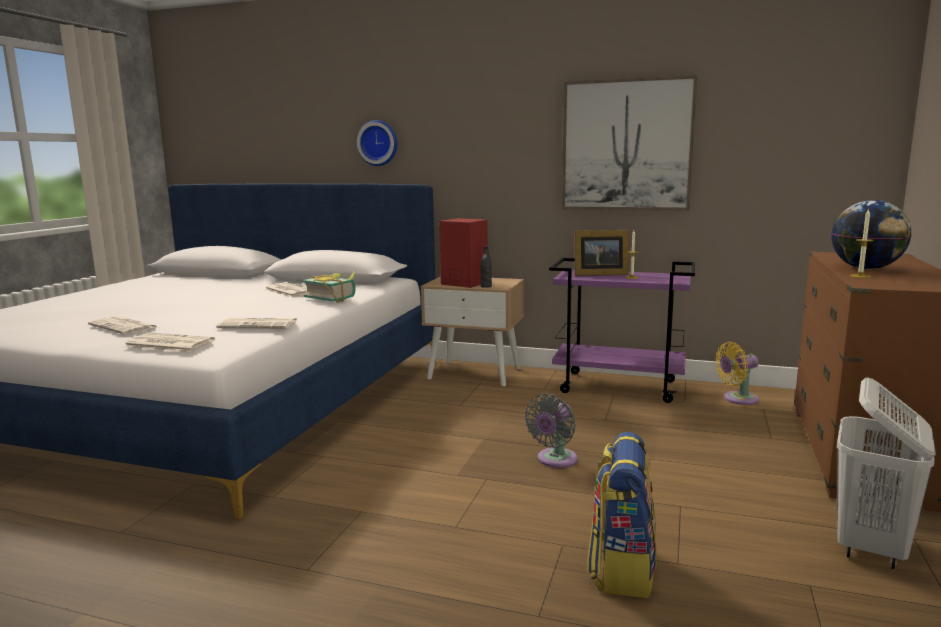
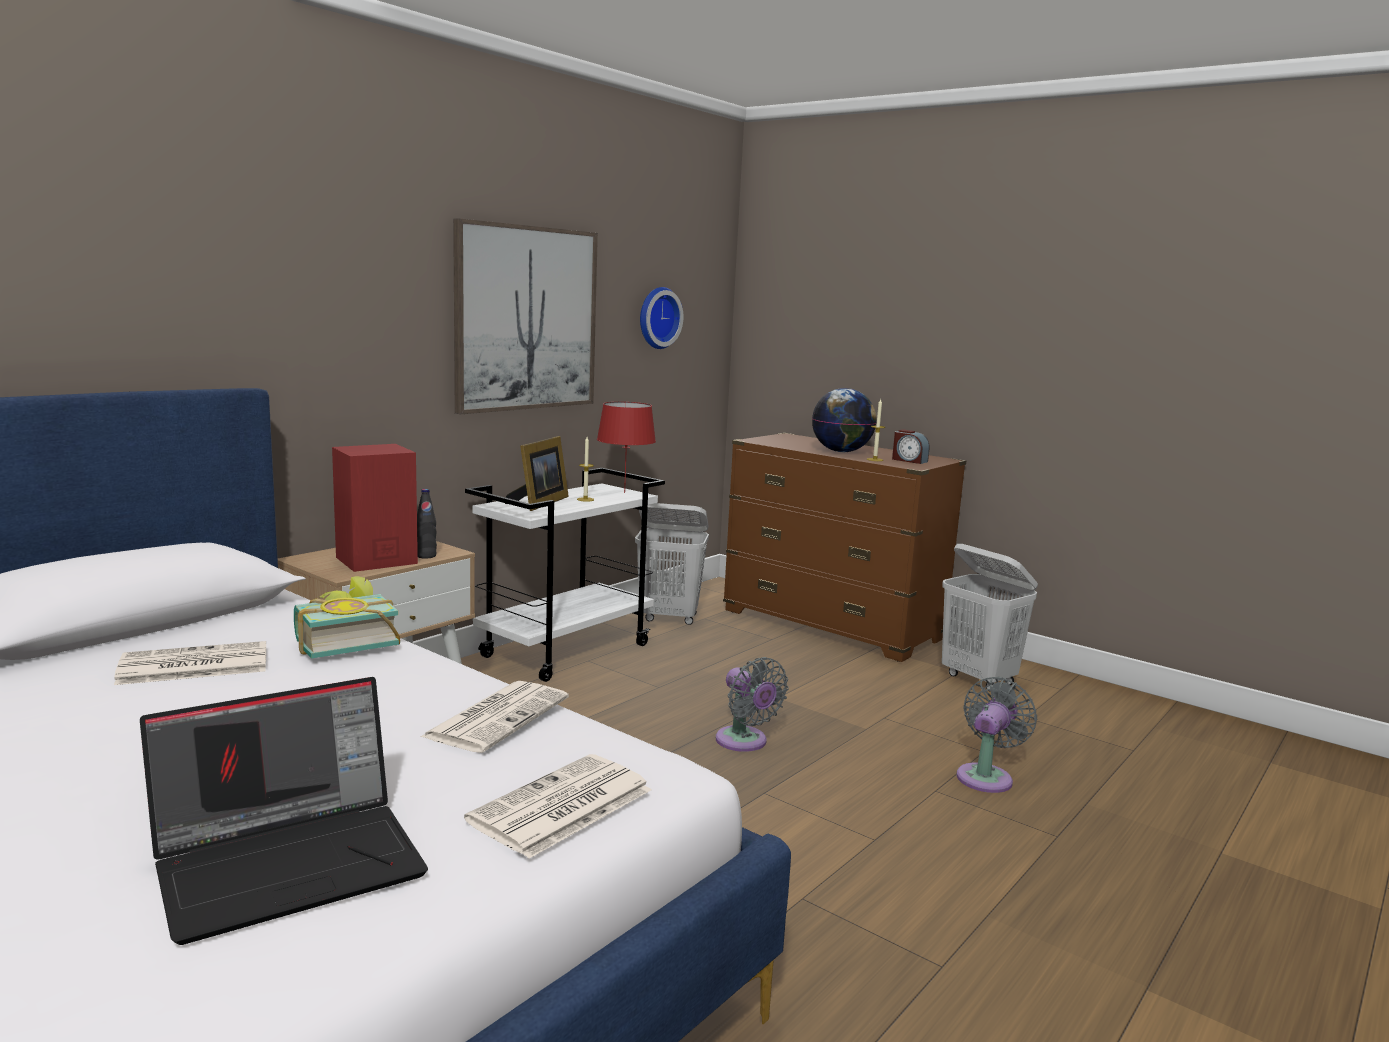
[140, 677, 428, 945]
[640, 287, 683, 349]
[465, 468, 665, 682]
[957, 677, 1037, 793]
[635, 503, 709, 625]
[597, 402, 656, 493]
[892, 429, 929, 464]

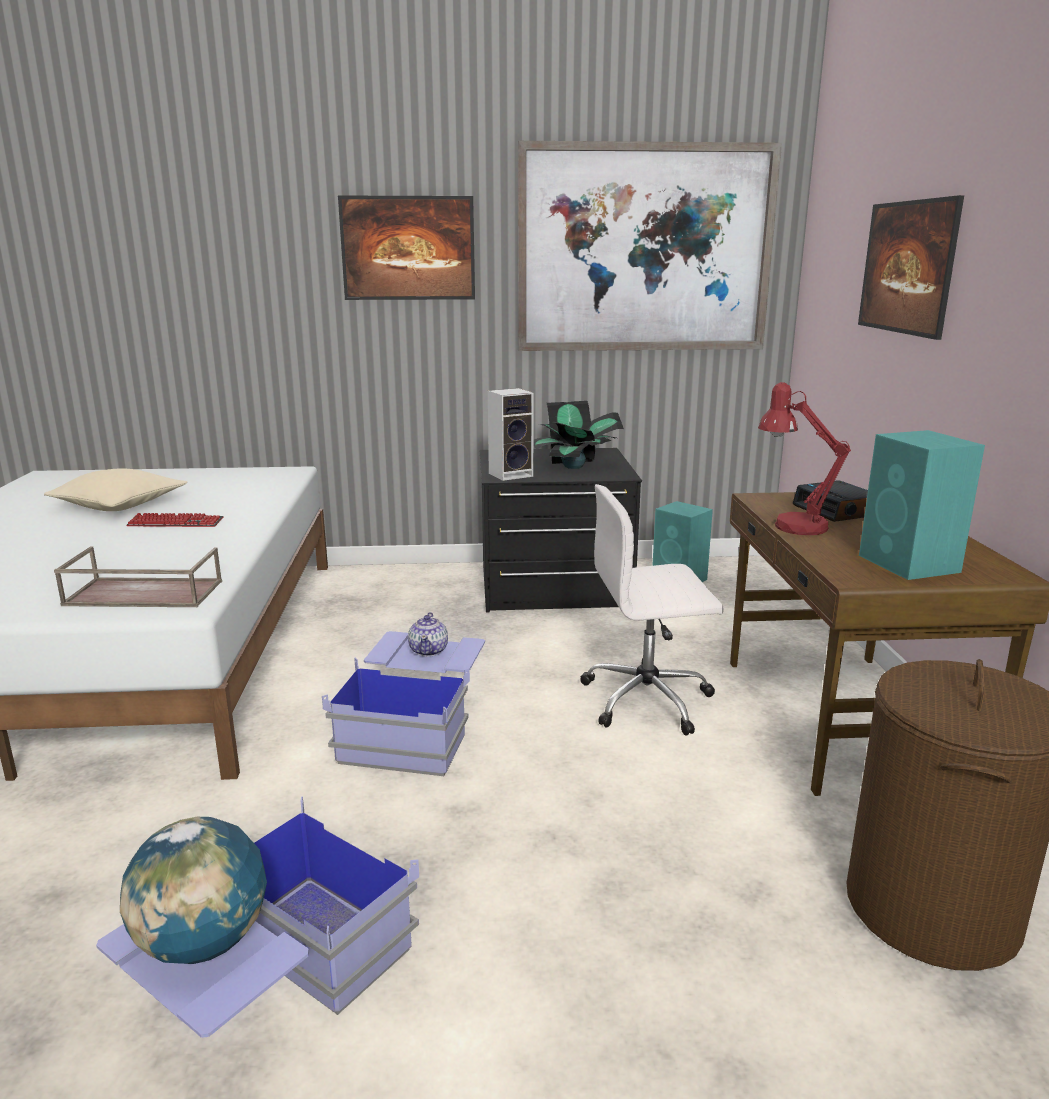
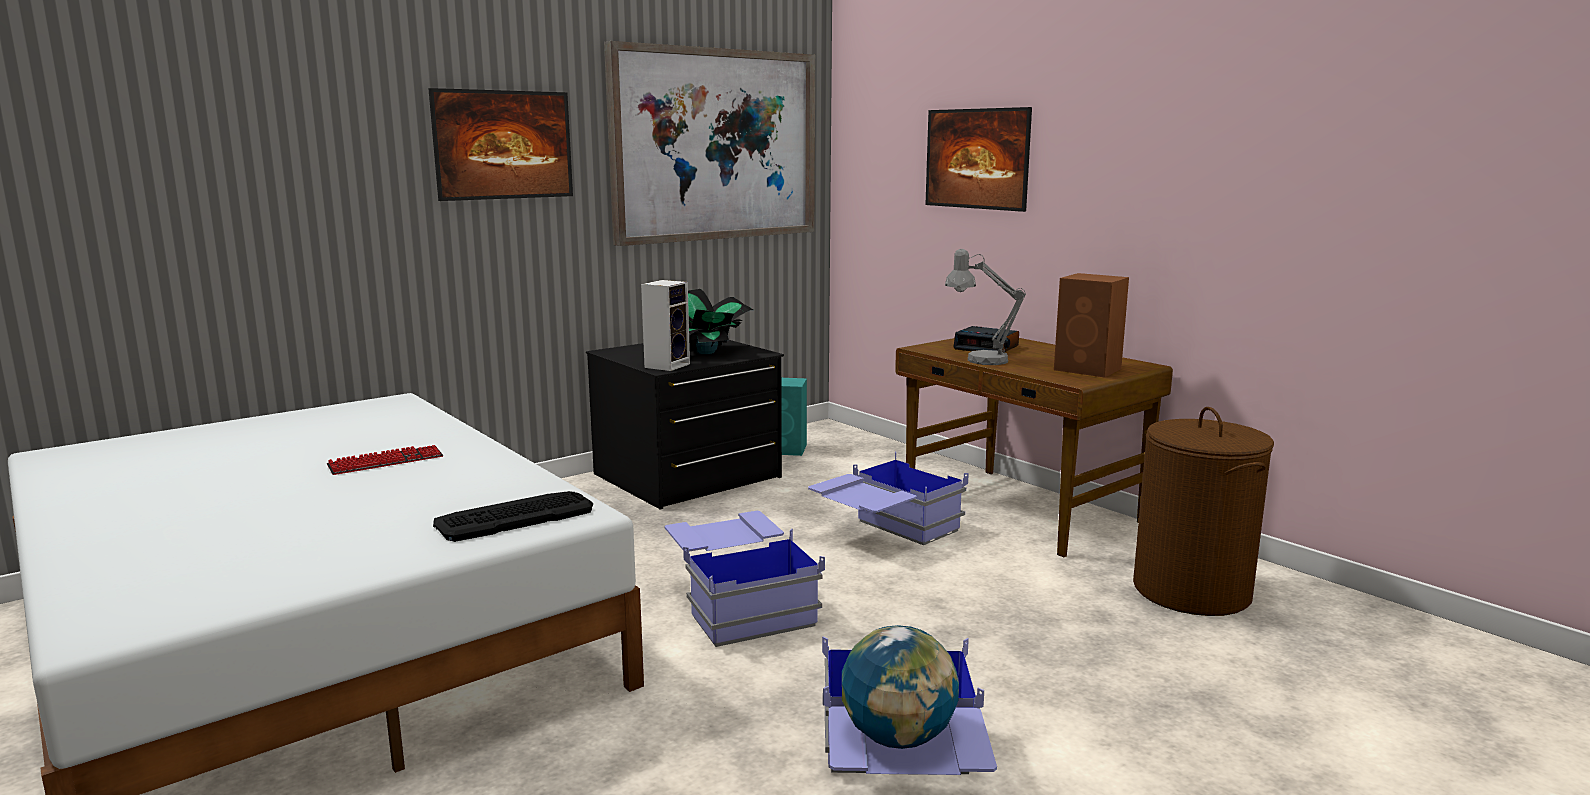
[44, 468, 187, 511] (first image)
[433, 491, 593, 542]
[408, 612, 448, 657] (first image)
[808, 451, 969, 545]
[945, 249, 1026, 365]
[1054, 273, 1129, 378]

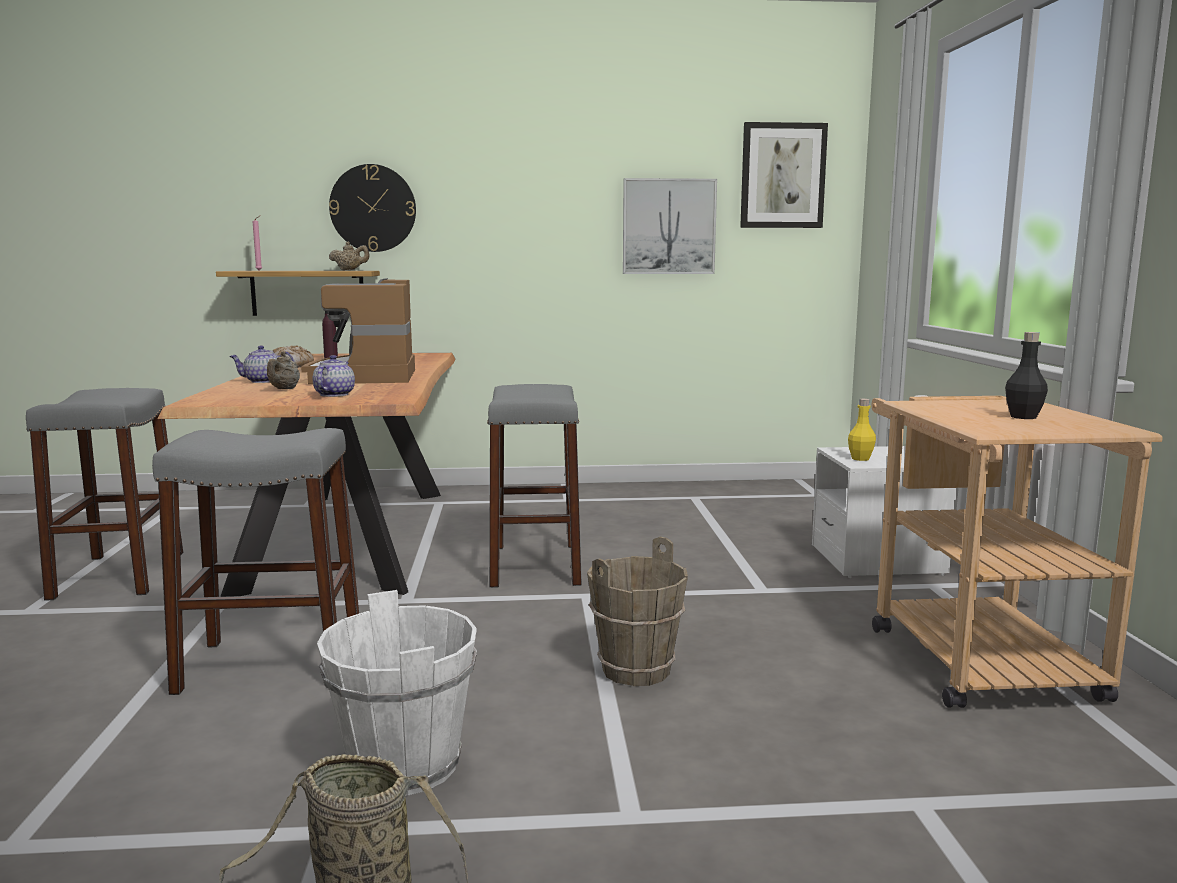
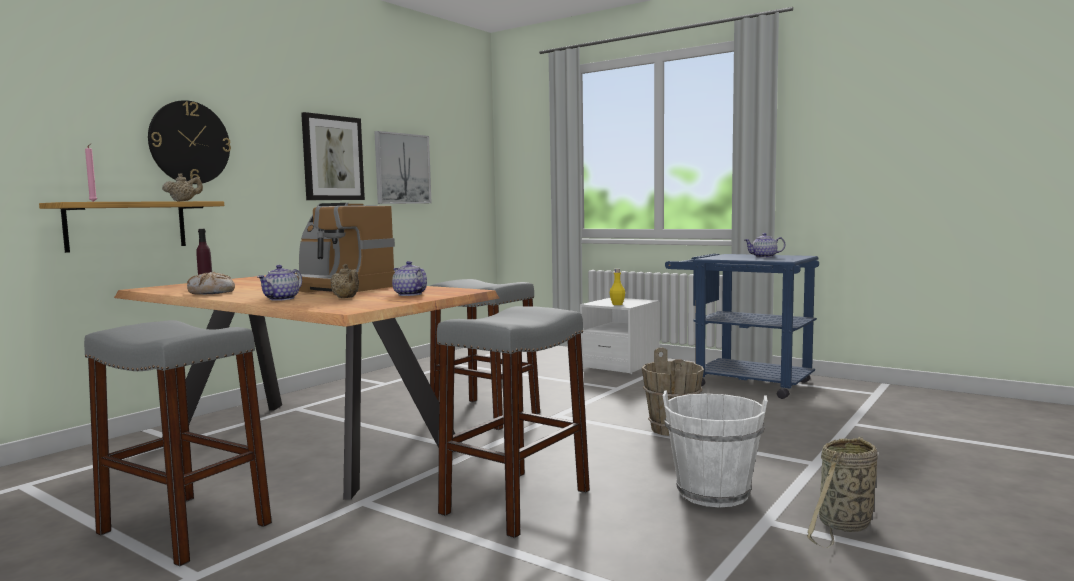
[301, 112, 365, 200]
[665, 254, 819, 399]
[745, 233, 785, 258]

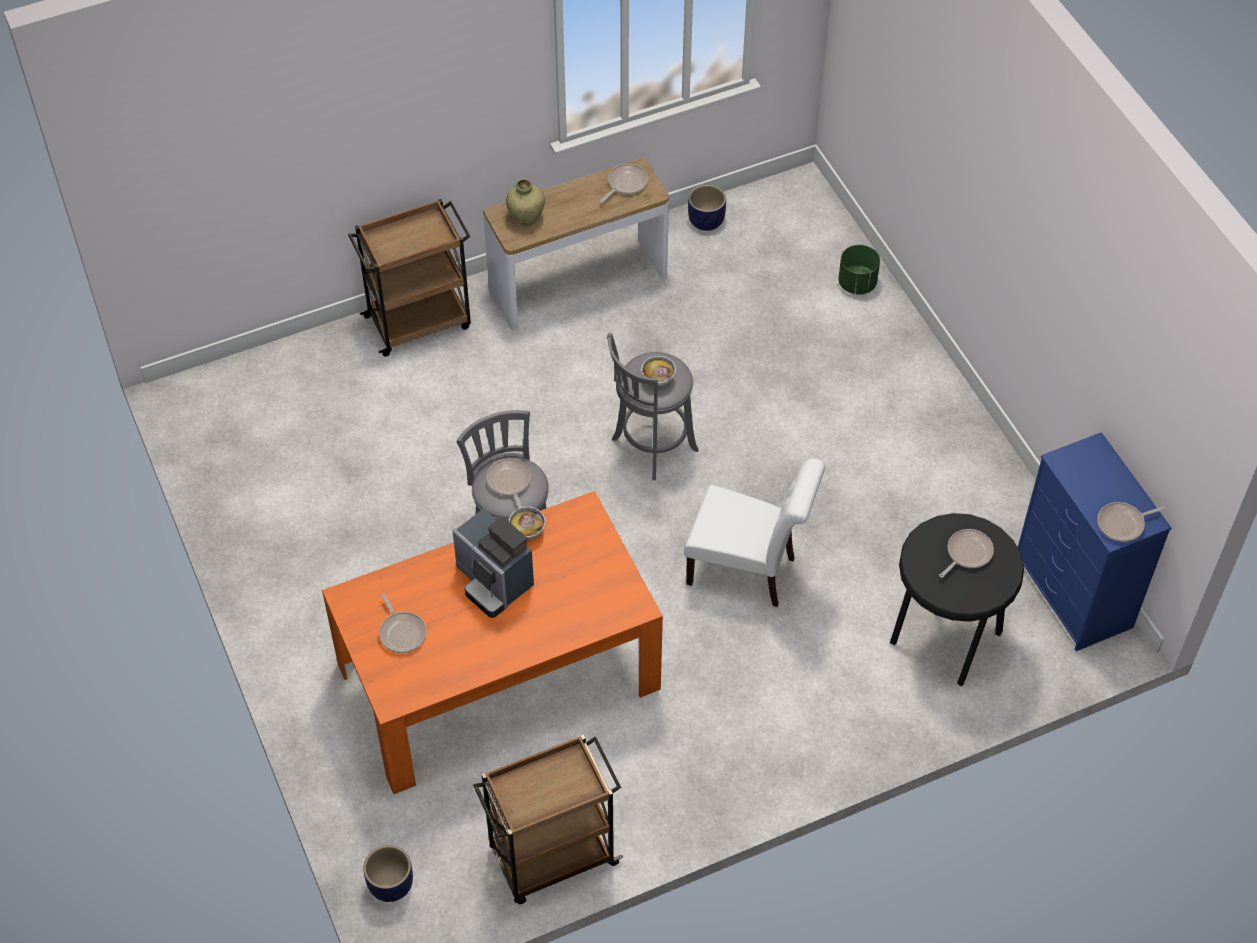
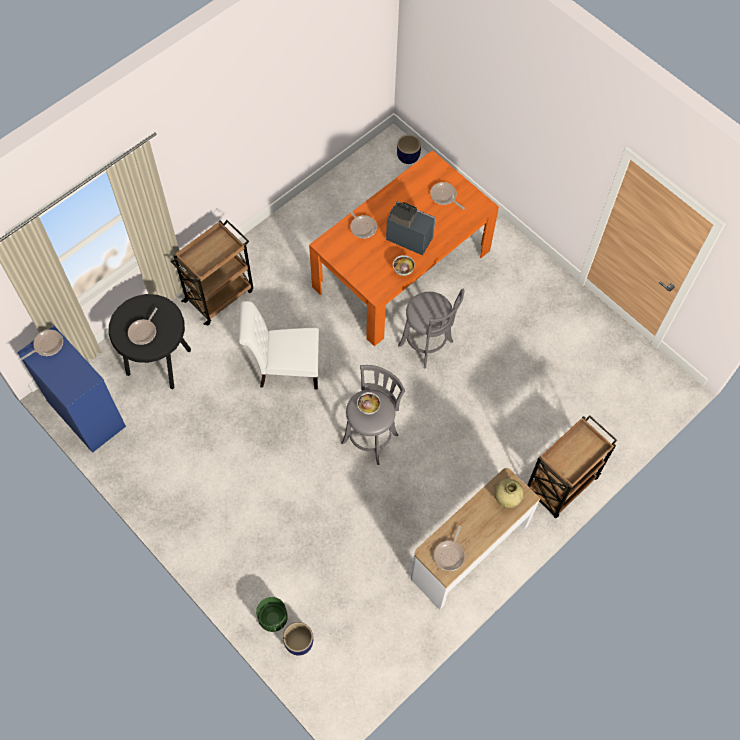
[170, 220, 253, 326]
[346, 207, 377, 239]
[283, 622, 313, 655]

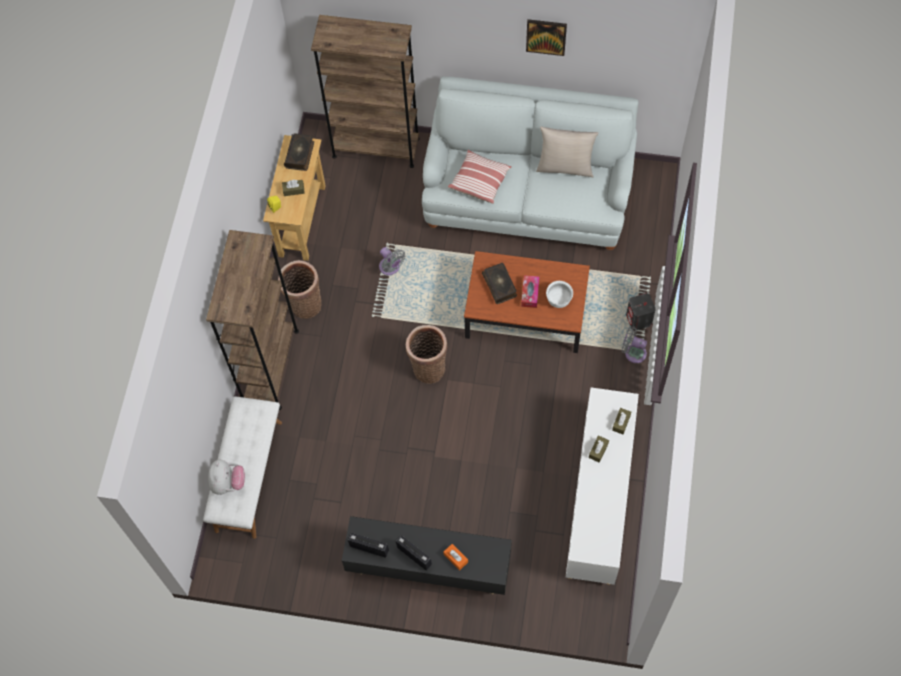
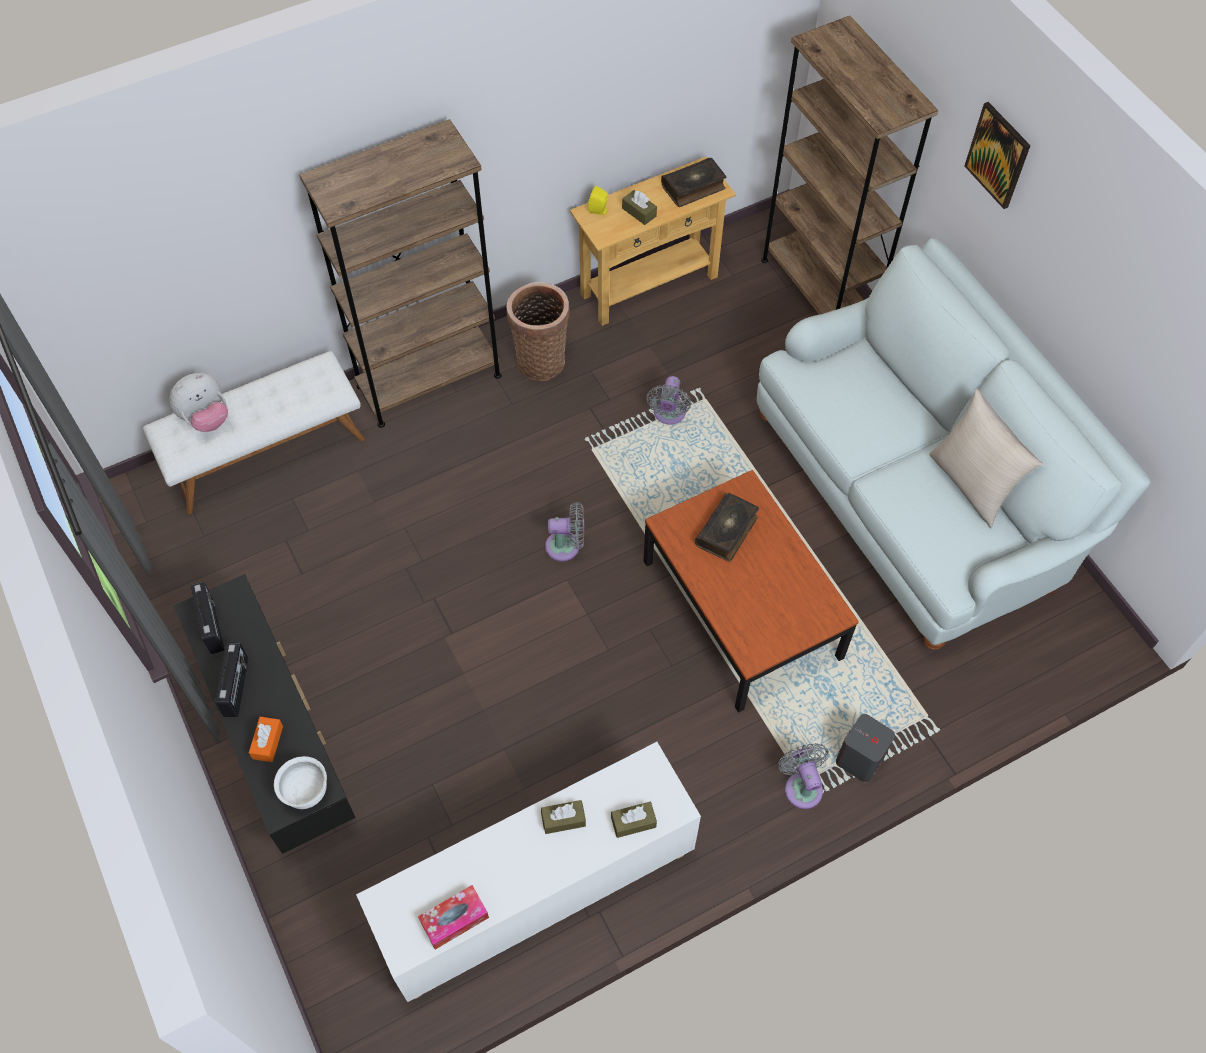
[545, 502, 584, 562]
[448, 150, 512, 204] (first image)
[418, 885, 489, 950]
[965, 102, 1031, 209]
[274, 756, 327, 809]

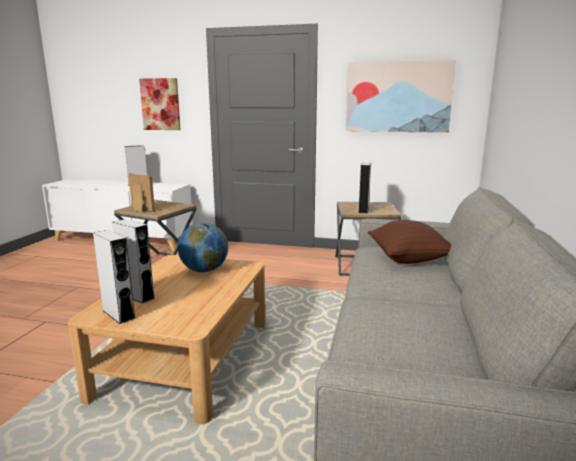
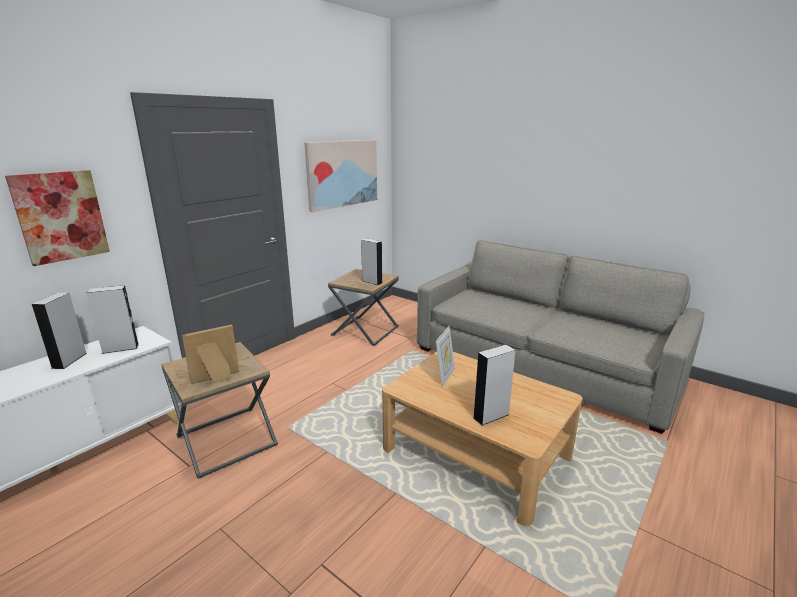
[86, 285, 139, 354]
[436, 326, 455, 387]
[368, 220, 451, 264] (first image)

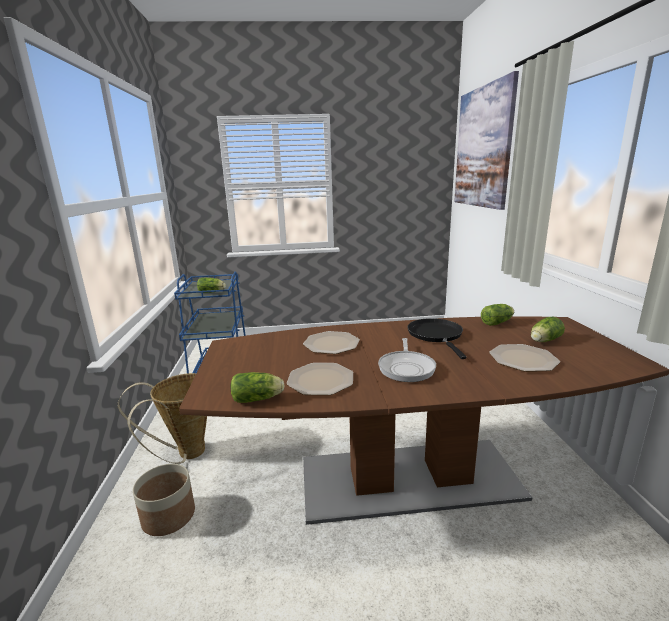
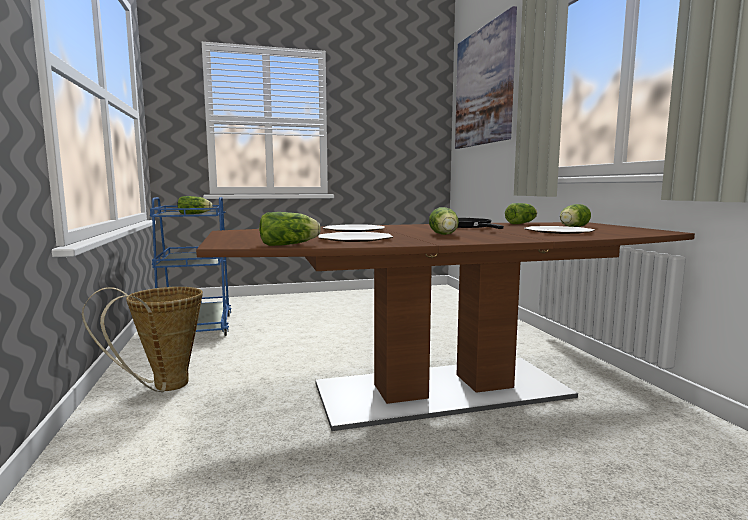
[133, 464, 195, 536] (first image)
[429, 207, 459, 235]

